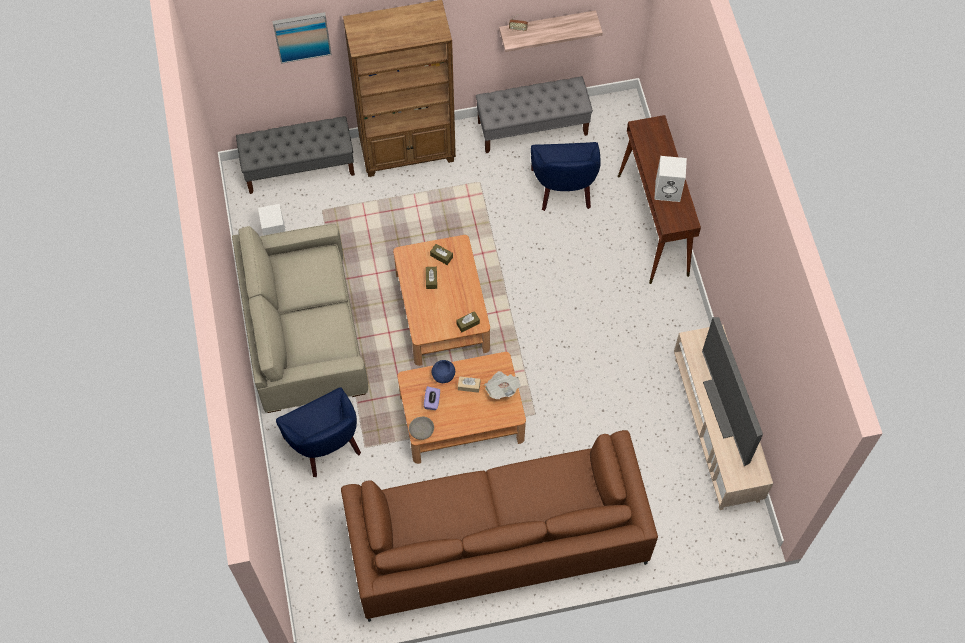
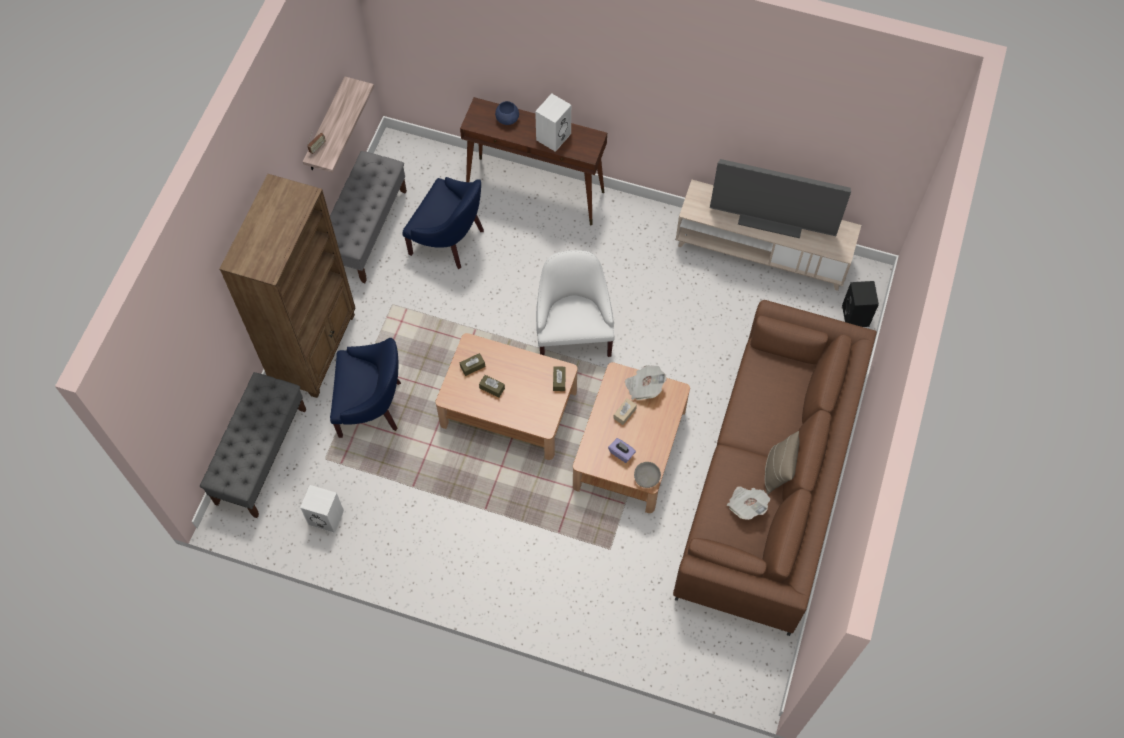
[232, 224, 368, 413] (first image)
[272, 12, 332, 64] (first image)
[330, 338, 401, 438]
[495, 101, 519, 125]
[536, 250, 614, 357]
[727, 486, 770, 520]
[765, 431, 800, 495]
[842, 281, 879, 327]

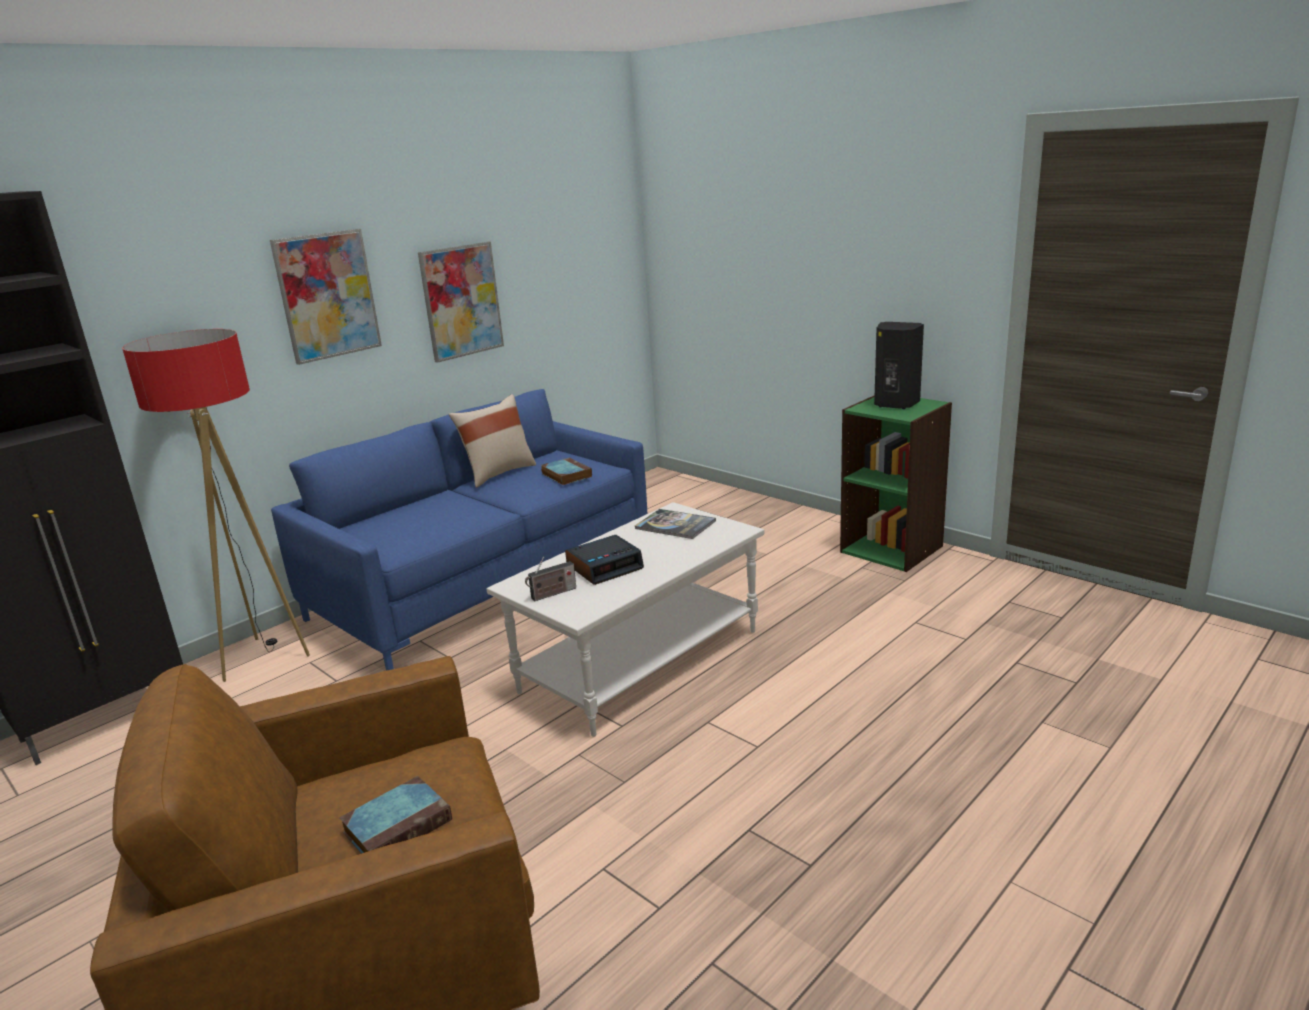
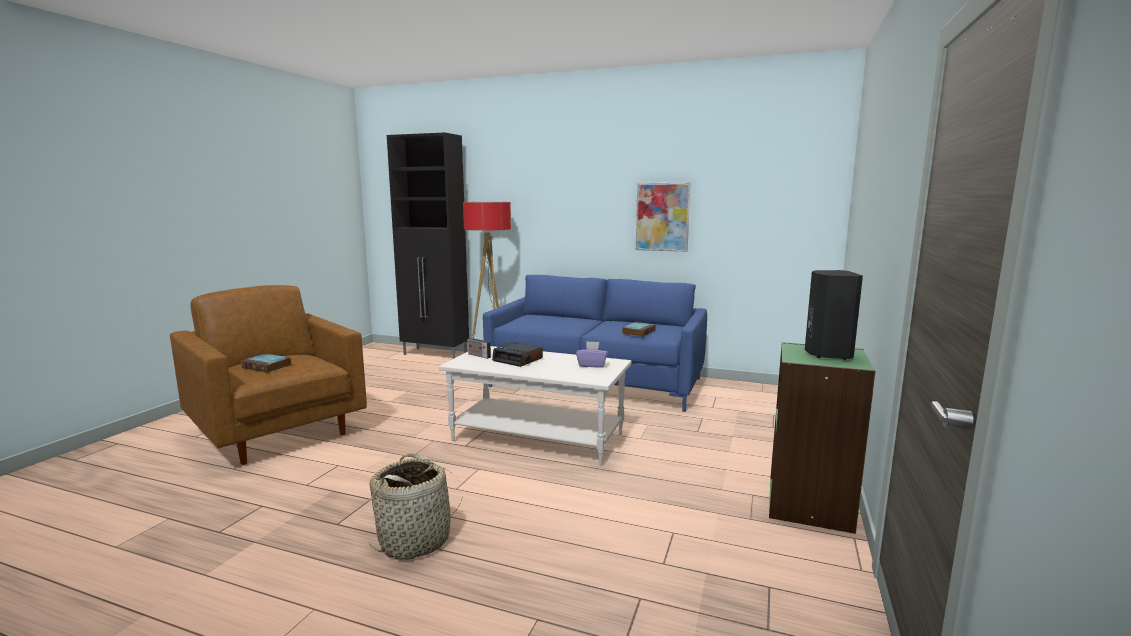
[270, 229, 382, 365] (first image)
[449, 394, 536, 488] (first image)
[576, 341, 608, 368]
[368, 454, 463, 560]

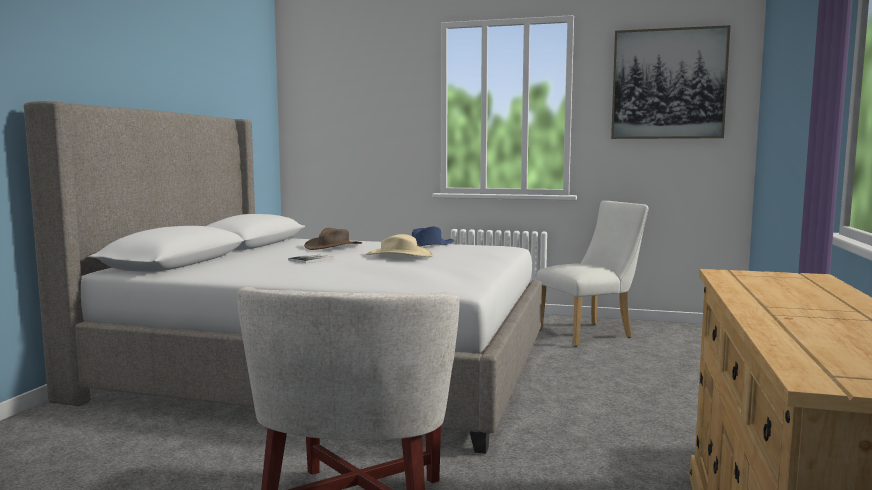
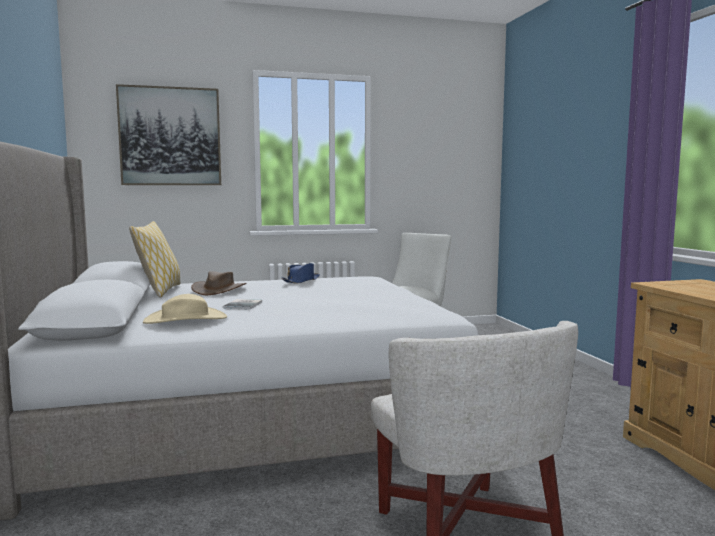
[143, 294, 227, 324]
[116, 84, 221, 185]
[129, 221, 181, 297]

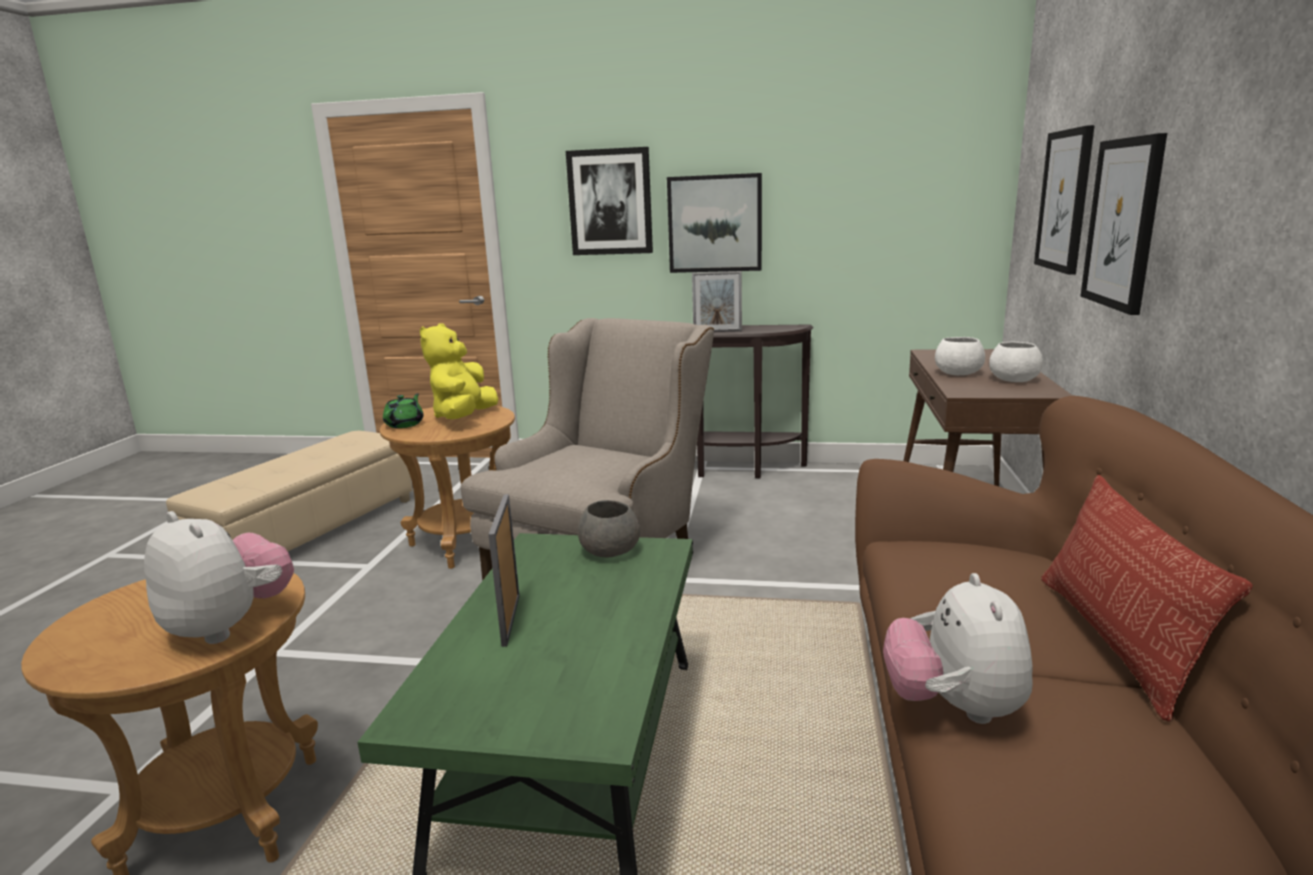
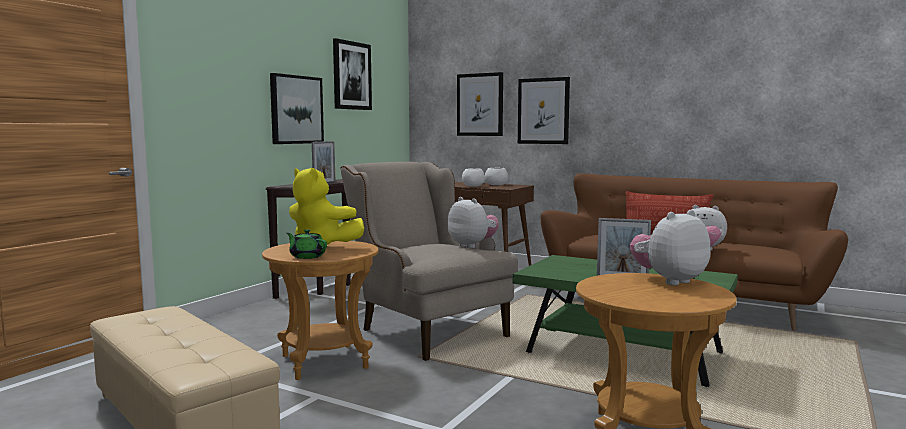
[333, 38, 372, 110]
[578, 500, 640, 558] (first image)
[447, 197, 499, 248]

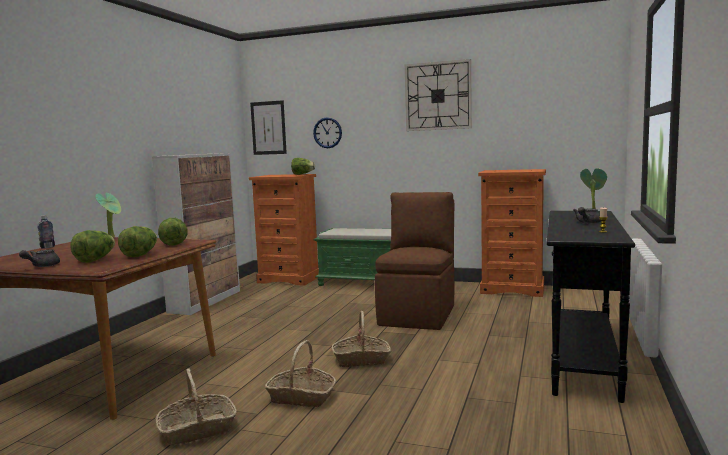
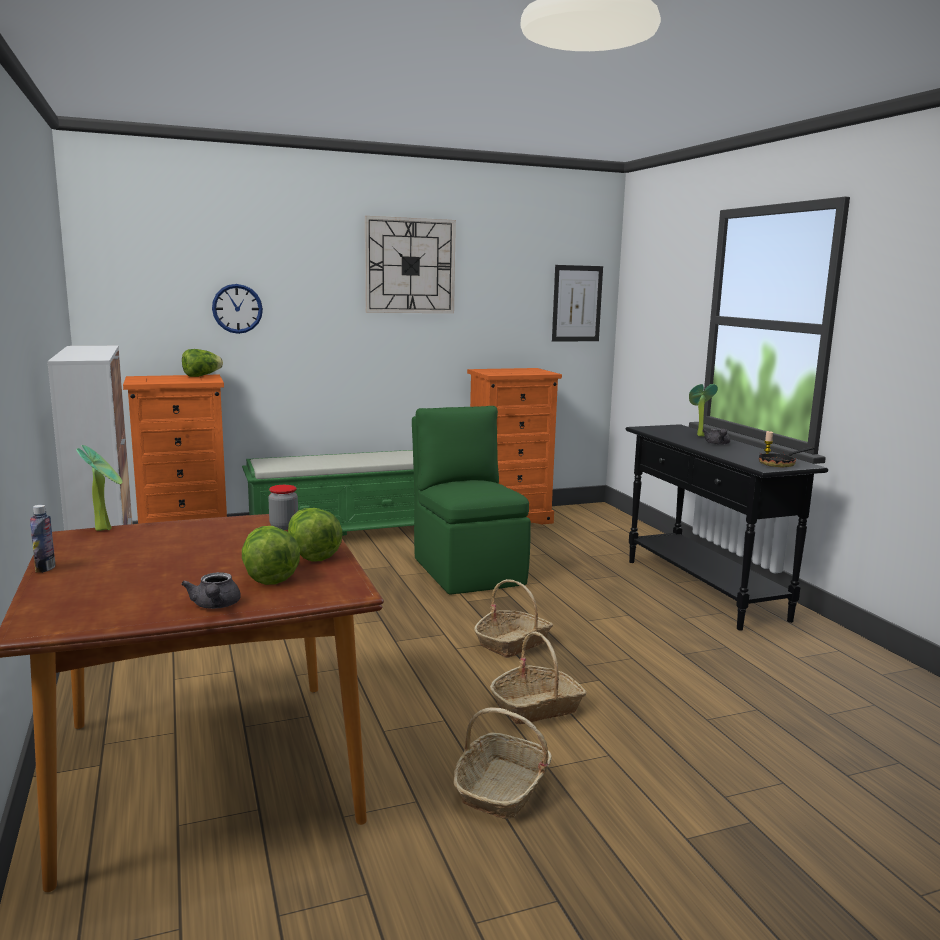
[268, 485, 298, 530]
[552, 265, 603, 342]
[412, 406, 531, 594]
[759, 447, 815, 467]

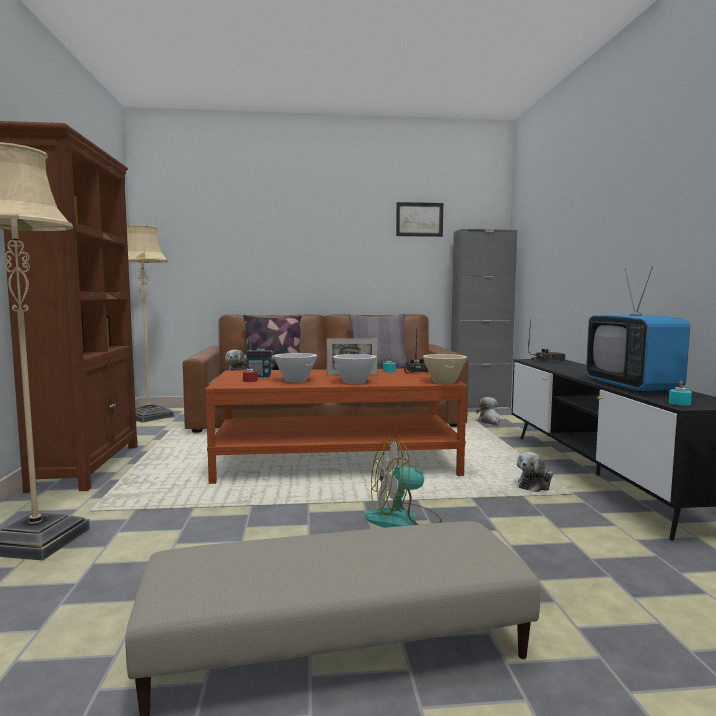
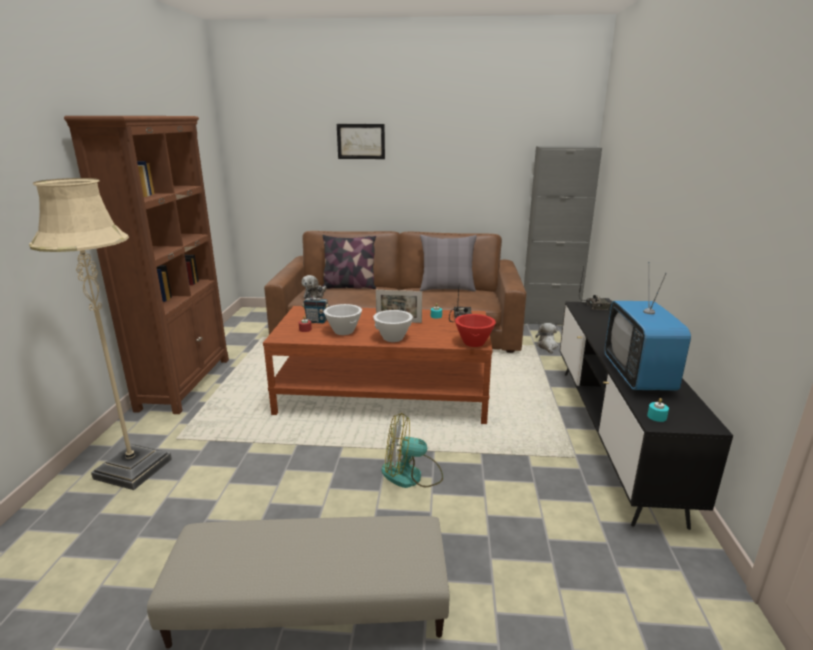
[127, 225, 174, 423] (first image)
[337, 124, 385, 159]
[455, 314, 496, 347]
[517, 452, 553, 492] (first image)

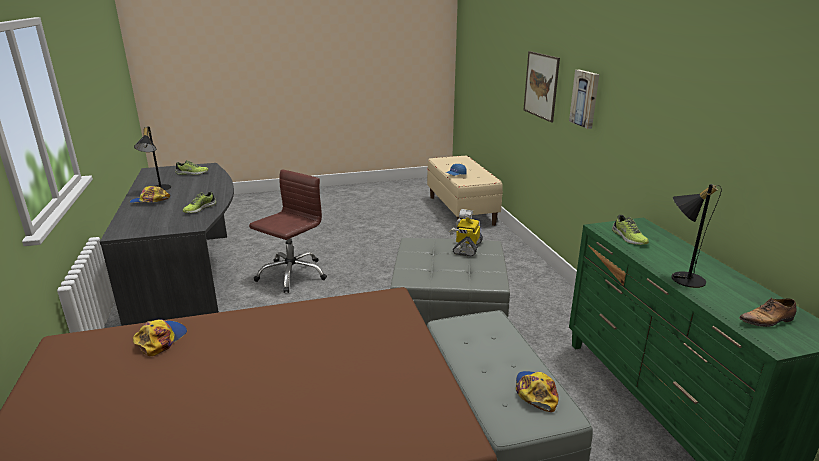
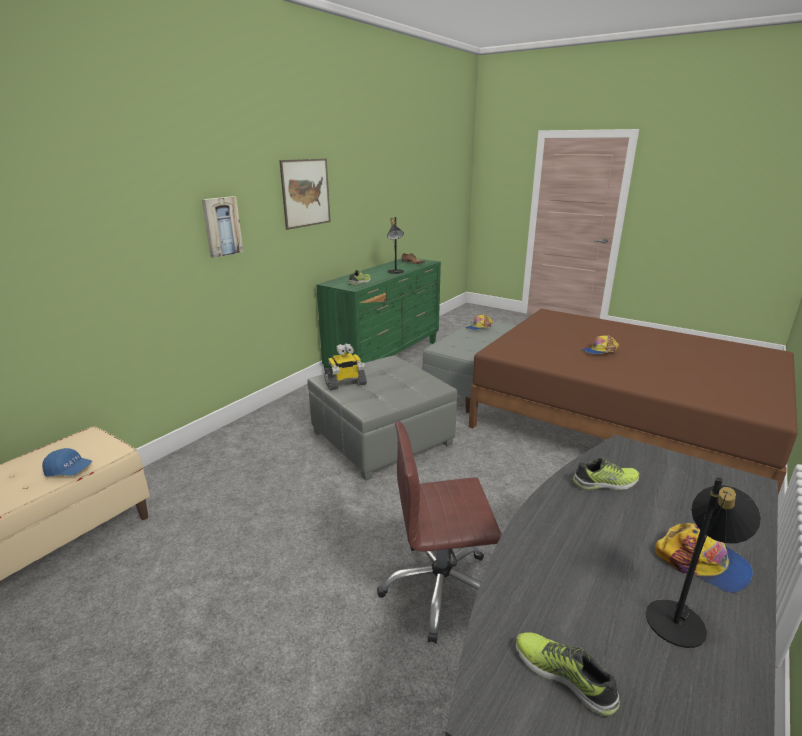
[582, 335, 619, 354]
[279, 159, 331, 230]

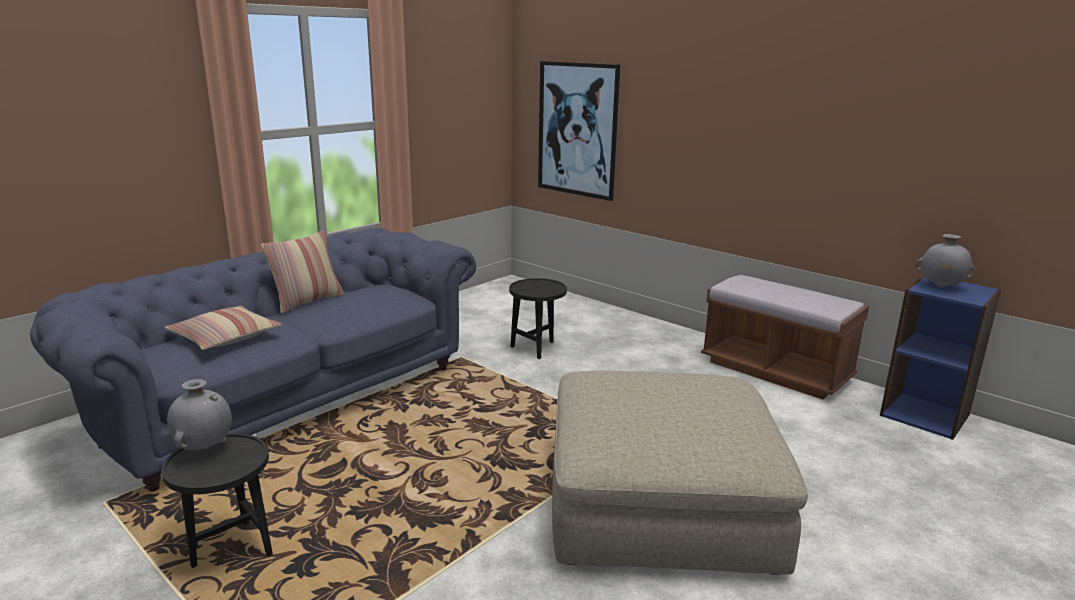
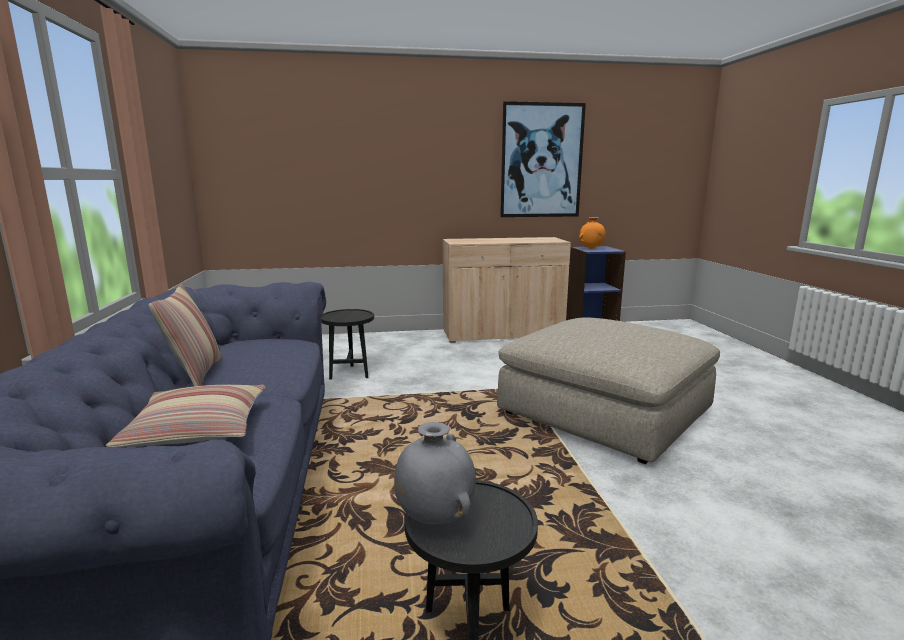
[500, 101, 586, 217]
[443, 237, 571, 343]
[579, 217, 605, 249]

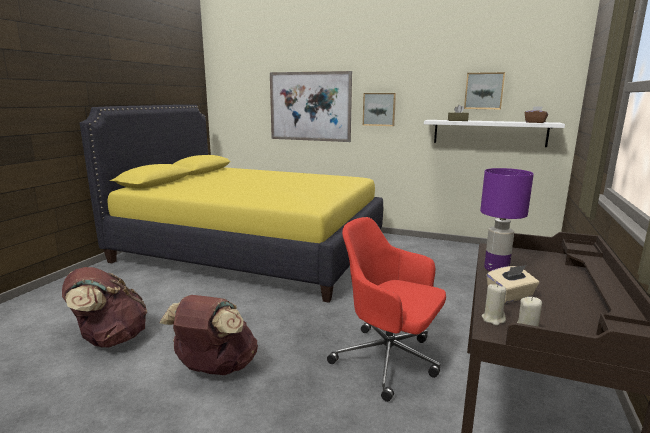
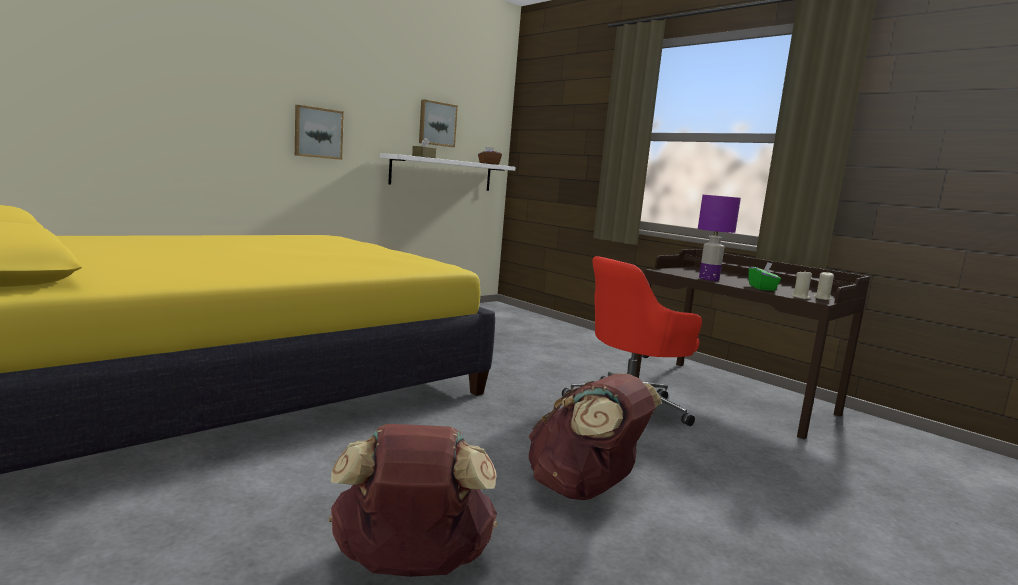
[270, 71, 352, 142] (first image)
[749, 262, 781, 291]

